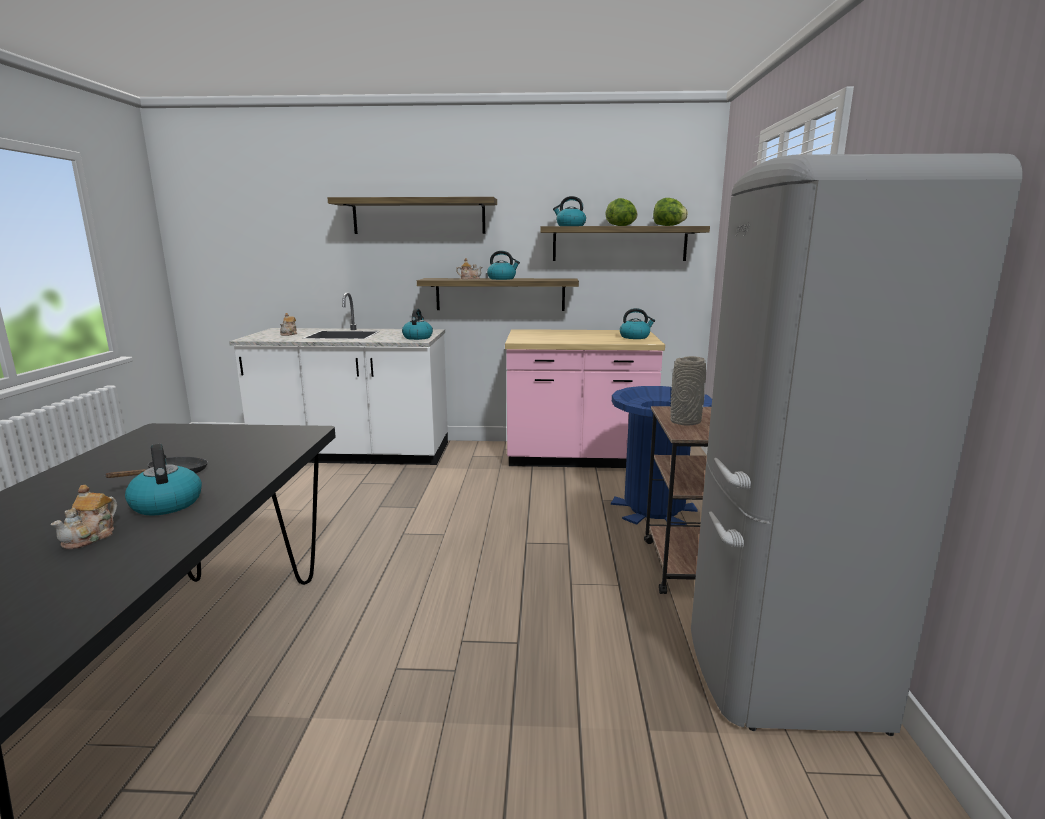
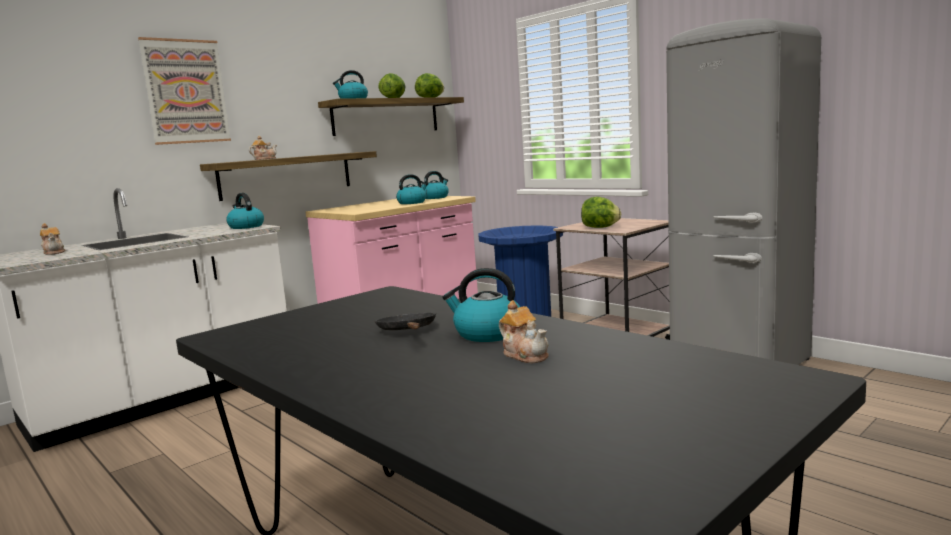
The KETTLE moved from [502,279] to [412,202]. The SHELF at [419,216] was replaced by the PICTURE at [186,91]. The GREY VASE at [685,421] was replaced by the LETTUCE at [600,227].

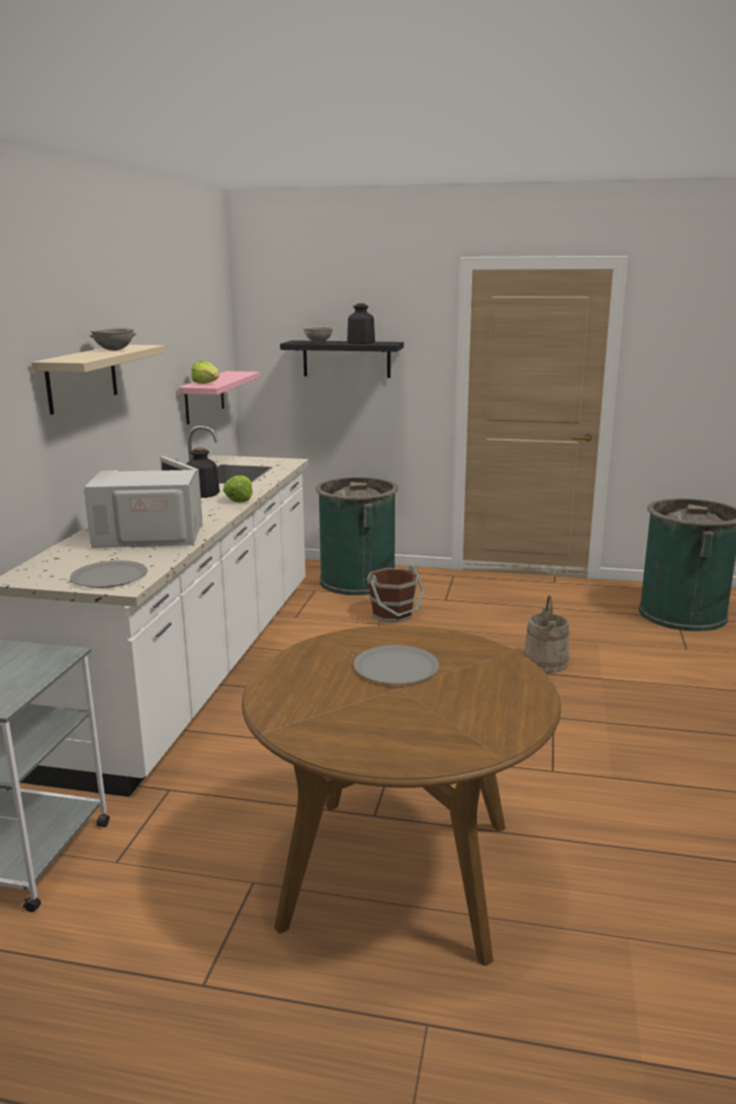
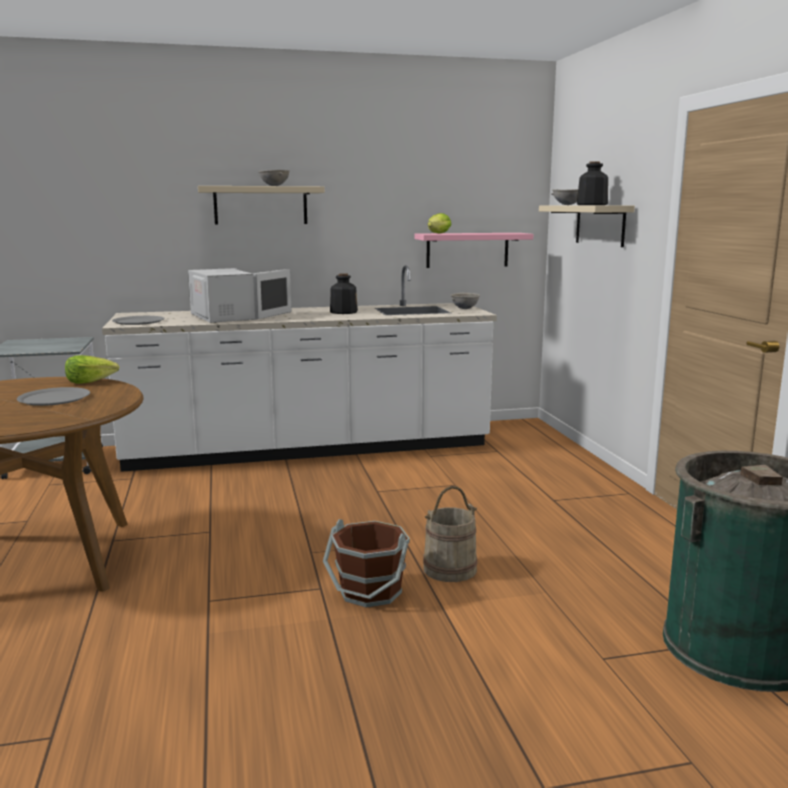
The GREEN TRASH CAN at [357,581] disappeared. The GREY BOWL at [465,309] appeared. The LETTUCE moved from [240,499] to [90,382]. The BROWN BUCKET moved from [393,614] to [370,592]. The BLACK SHELF at [346,359] became the BEIGE SHELF at [600,225].

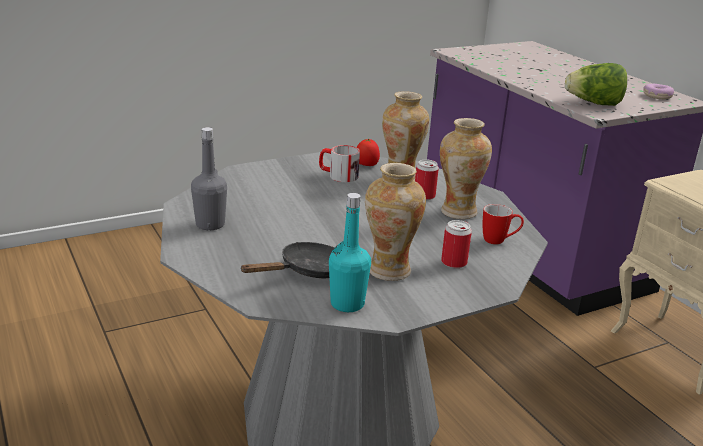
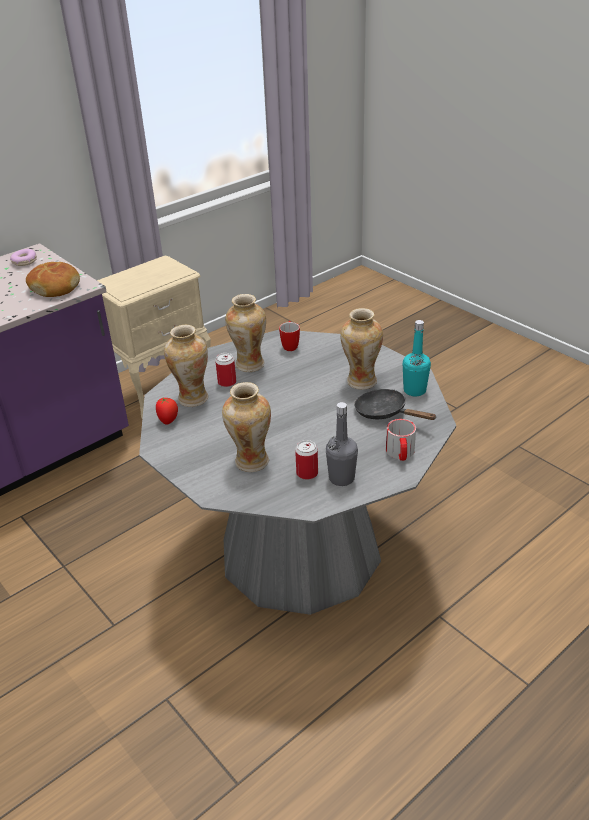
The VASE at [250,462] appeared. The MUG moved from [338,175] to [400,453]. The CAN moved from [454,263] to [307,473]. The LETTUCE at [594,103] was replaced by the BREAD at [55,287].

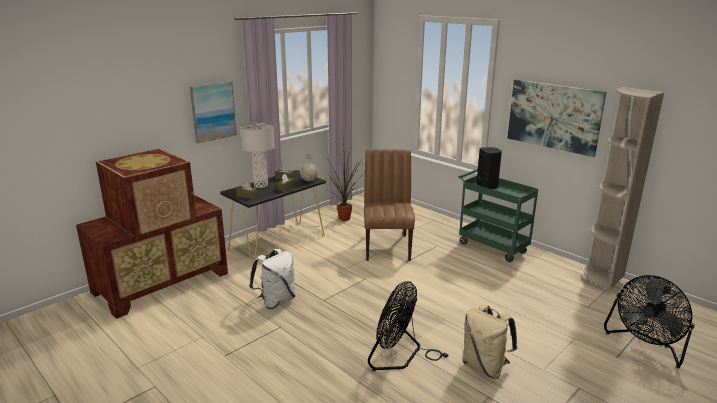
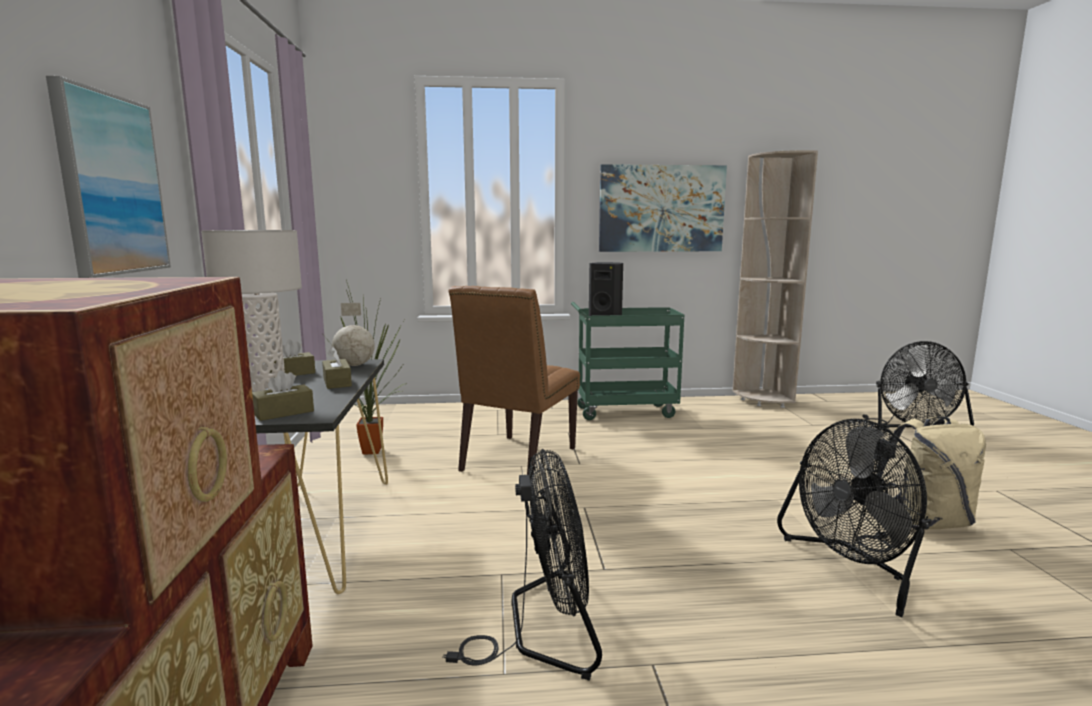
The WHITE BACKPACK at [276,301] was replaced by the BLACK FAN at [540,626]. The BROWN CHAIR at [387,248] turned 105 degrees counterclockwise.

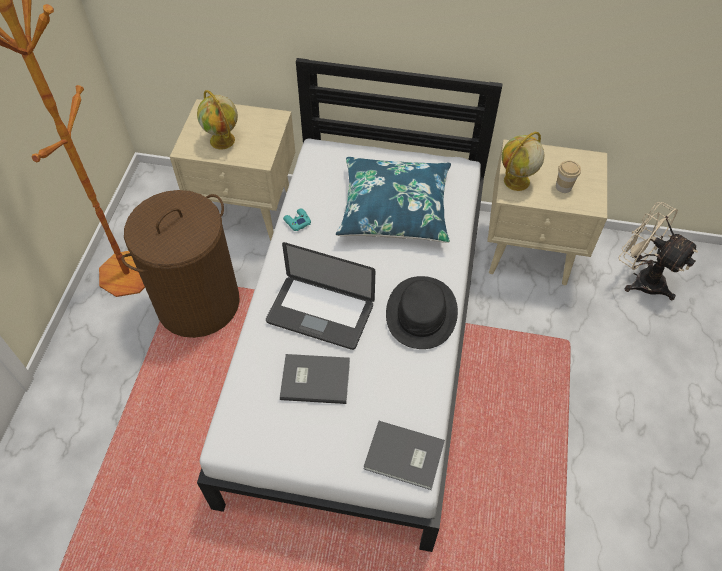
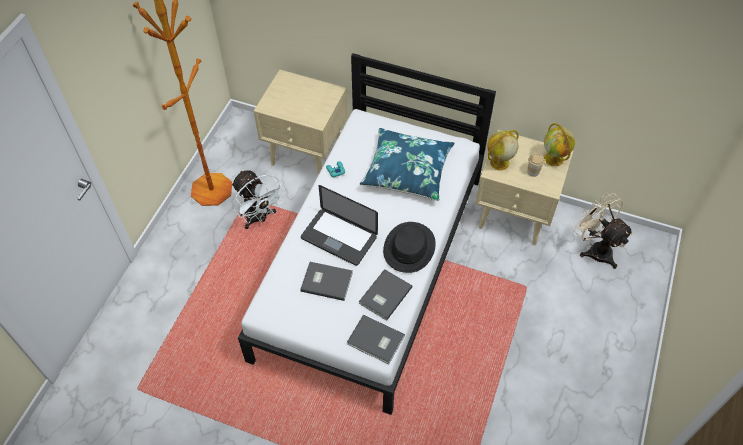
The GREY BOOK at [384,295] appeared. The GLOBE moved from [223,141] to [554,159]. The BROWN LAUNDRY BASKET at [198,302] was replaced by the WHITE FAN at [259,218].

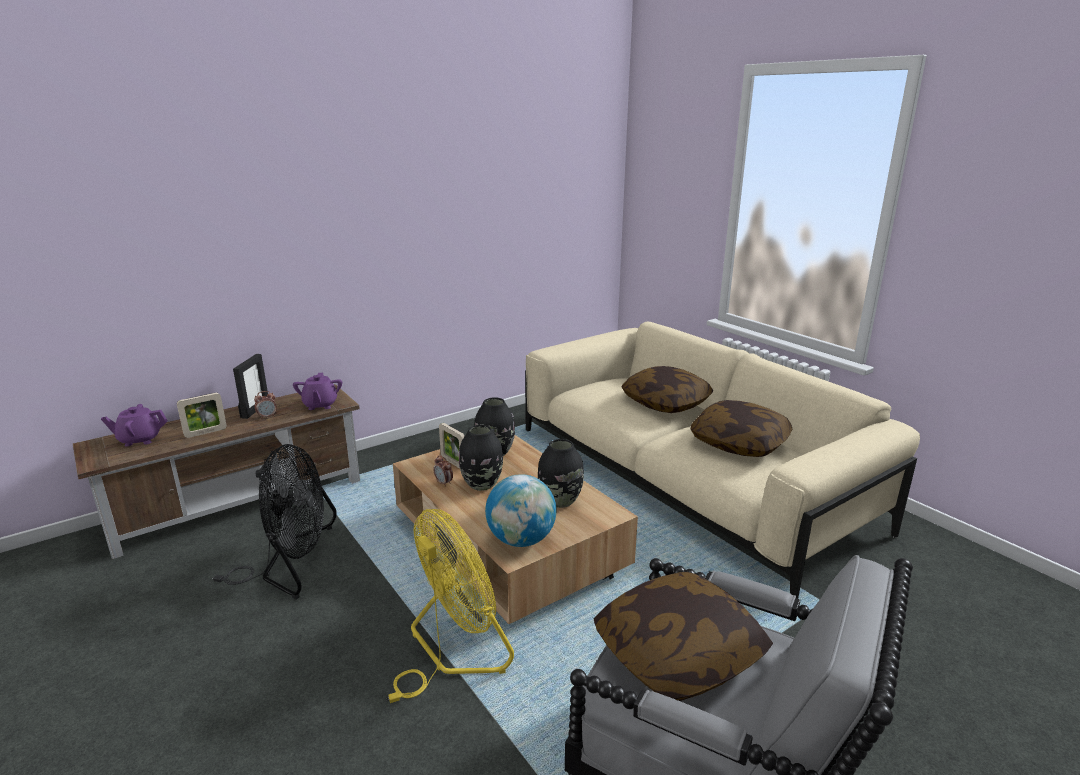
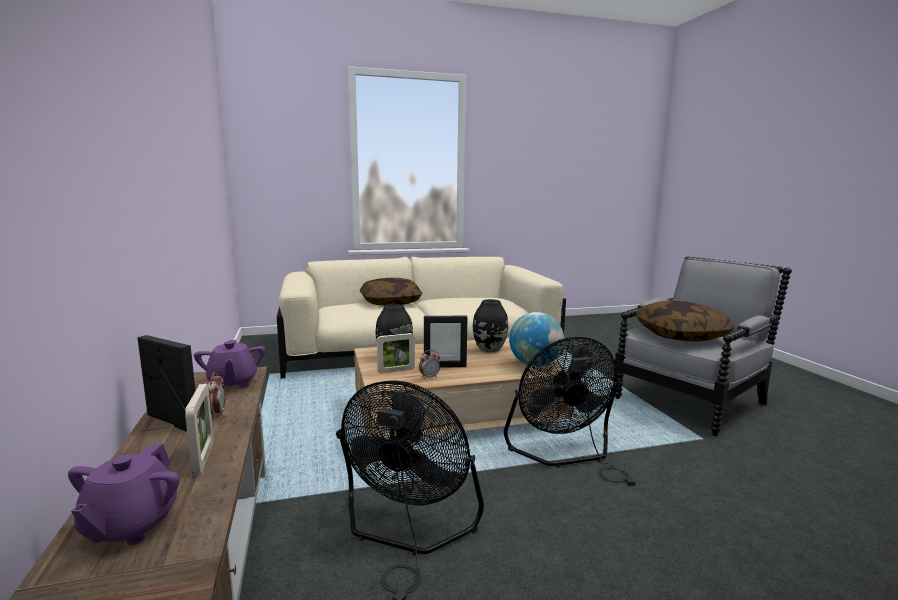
The PILLOW at [739,443] disappeared. The BLACK VASE at [482,484] was replaced by the PICTURE FRAME at [445,366]. The YELLOW FAN at [447,646] became the BLACK FAN at [573,454]. The PURPLE TEAPOT at [320,405] turned 60 degrees clockwise.

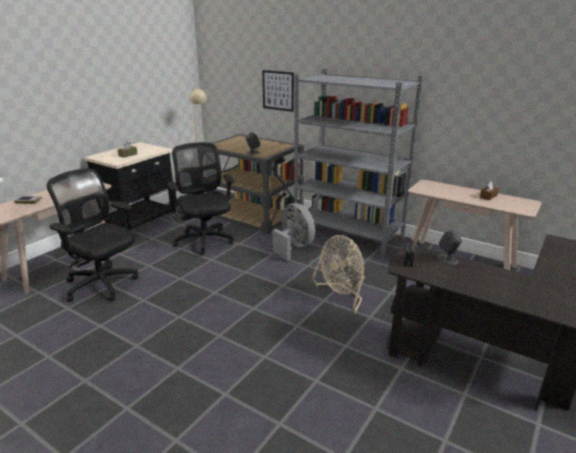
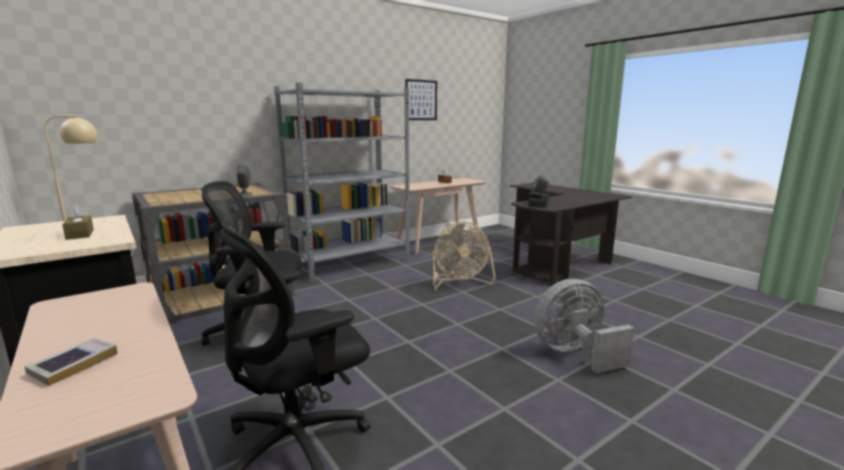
The PICTURE moved from [278,90] to [421,100]. The GREY FAN moved from [293,247] to [574,353].

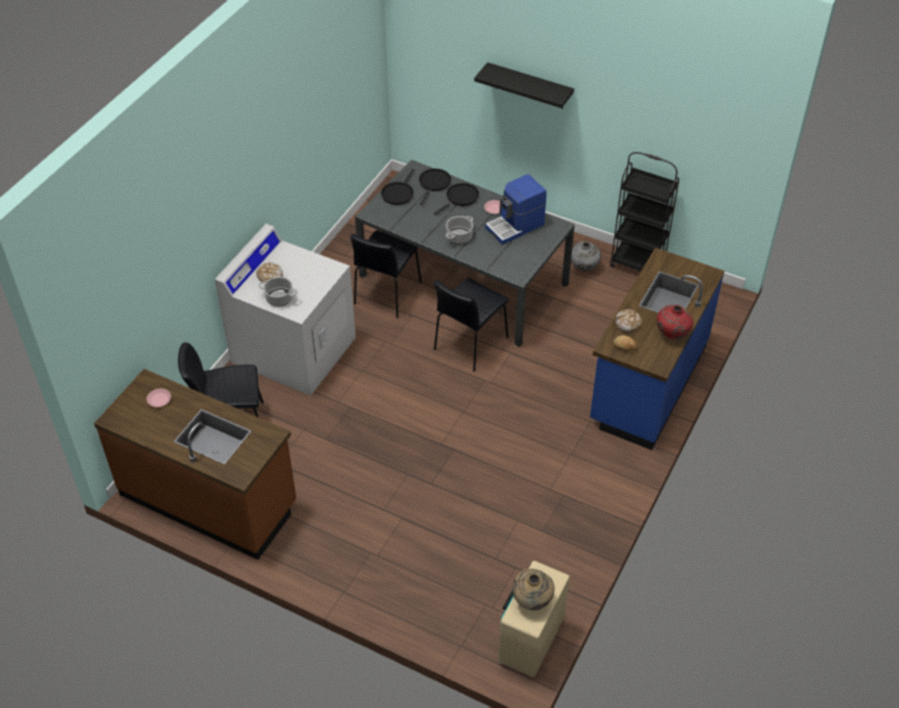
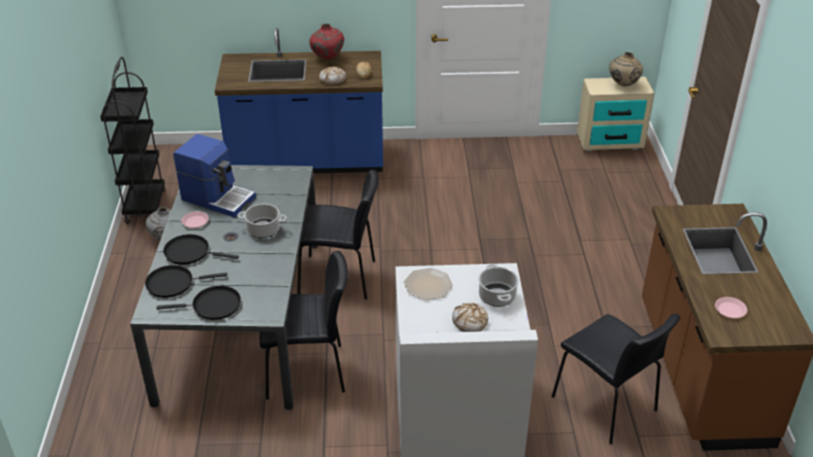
The BLACK SHELF at [529,86] disappeared. The PLATE at [428,285] appeared.

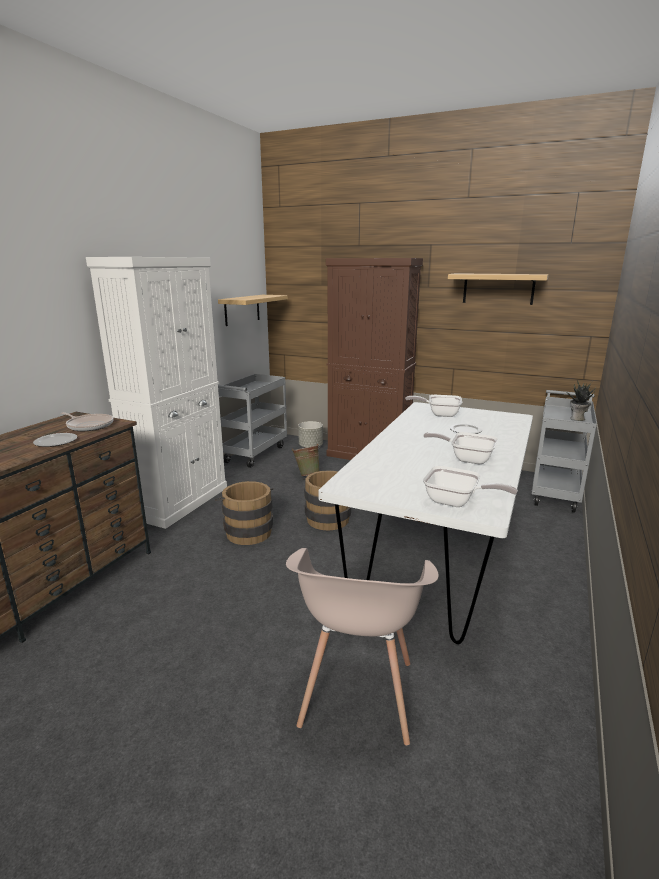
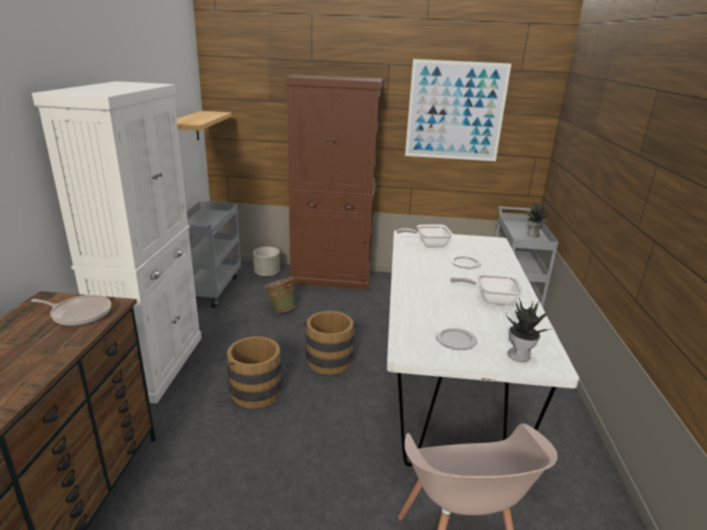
The PLATE moved from [55,441] to [455,340]. The FRYING PAN at [456,502] was replaced by the POTTED PLANT at [519,355]. The SHELF at [498,288] was replaced by the PICTURE at [455,111].

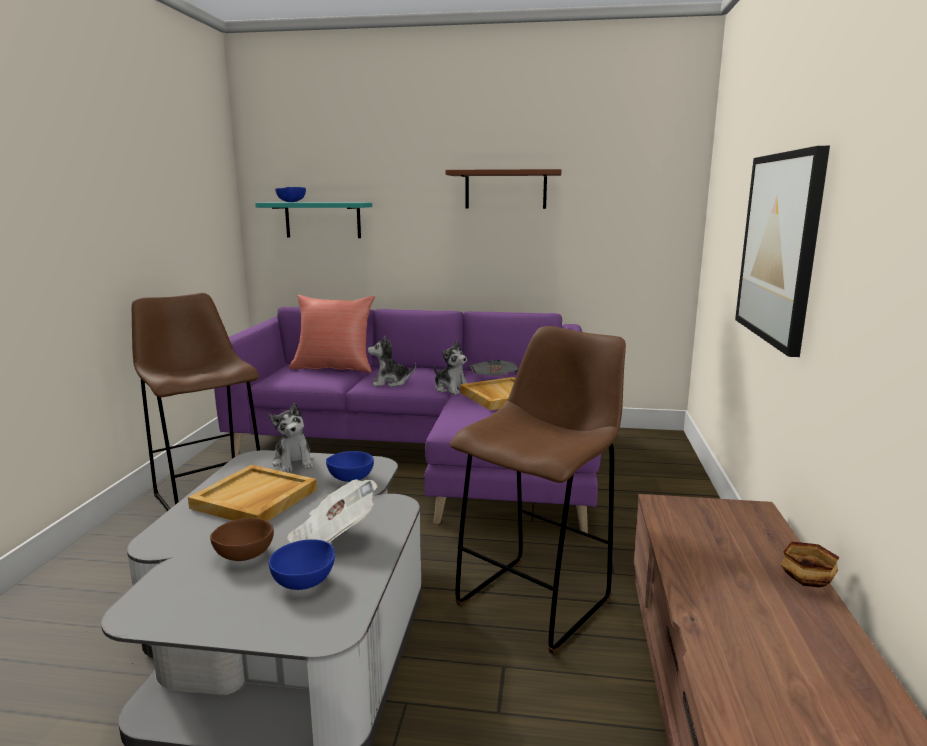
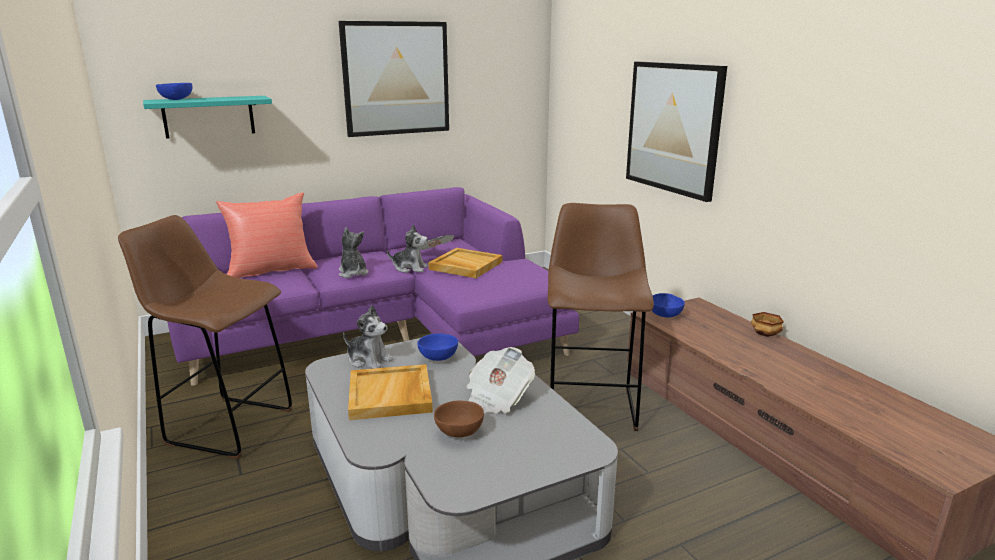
The BLUE BOWL moved from [306,582] to [665,315]. The BROWN SHELF at [505,190] was replaced by the PICTURE at [396,78]. The PLUSH TOY at [390,383] turned 105 degrees clockwise.

